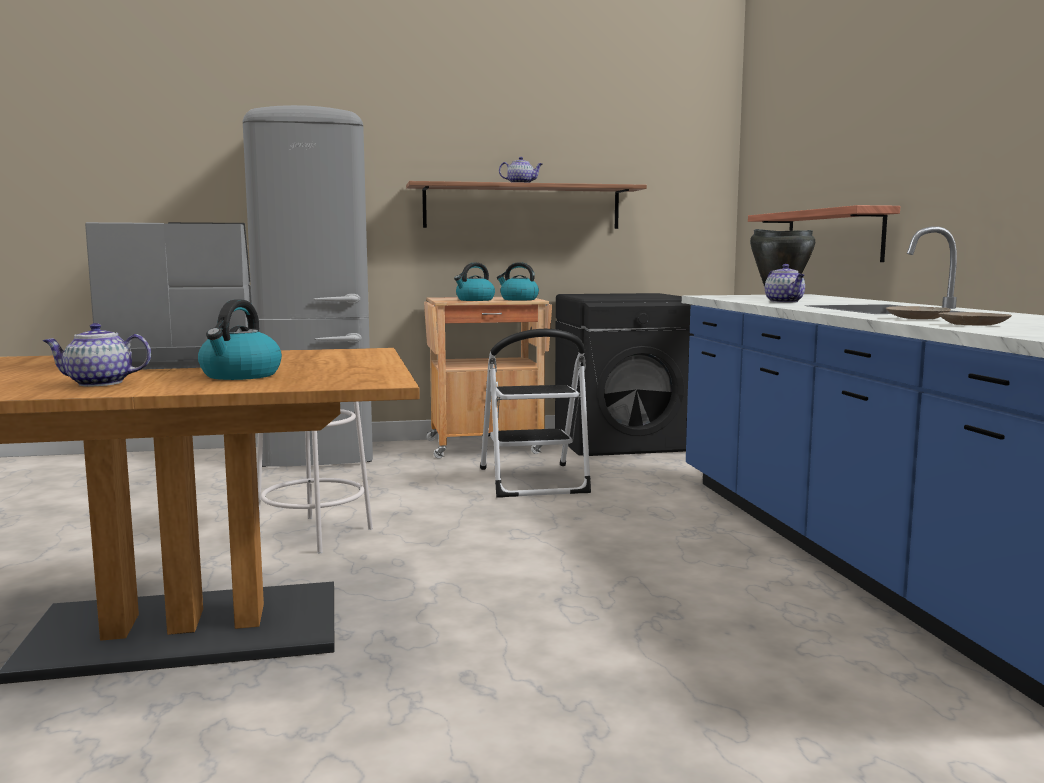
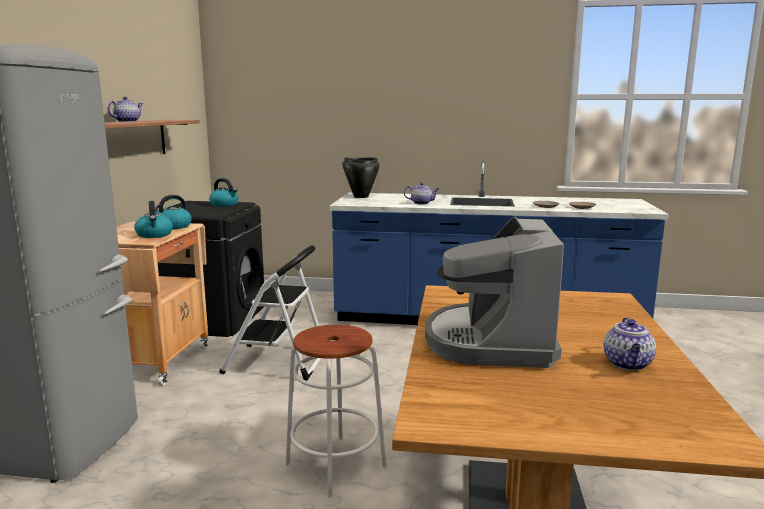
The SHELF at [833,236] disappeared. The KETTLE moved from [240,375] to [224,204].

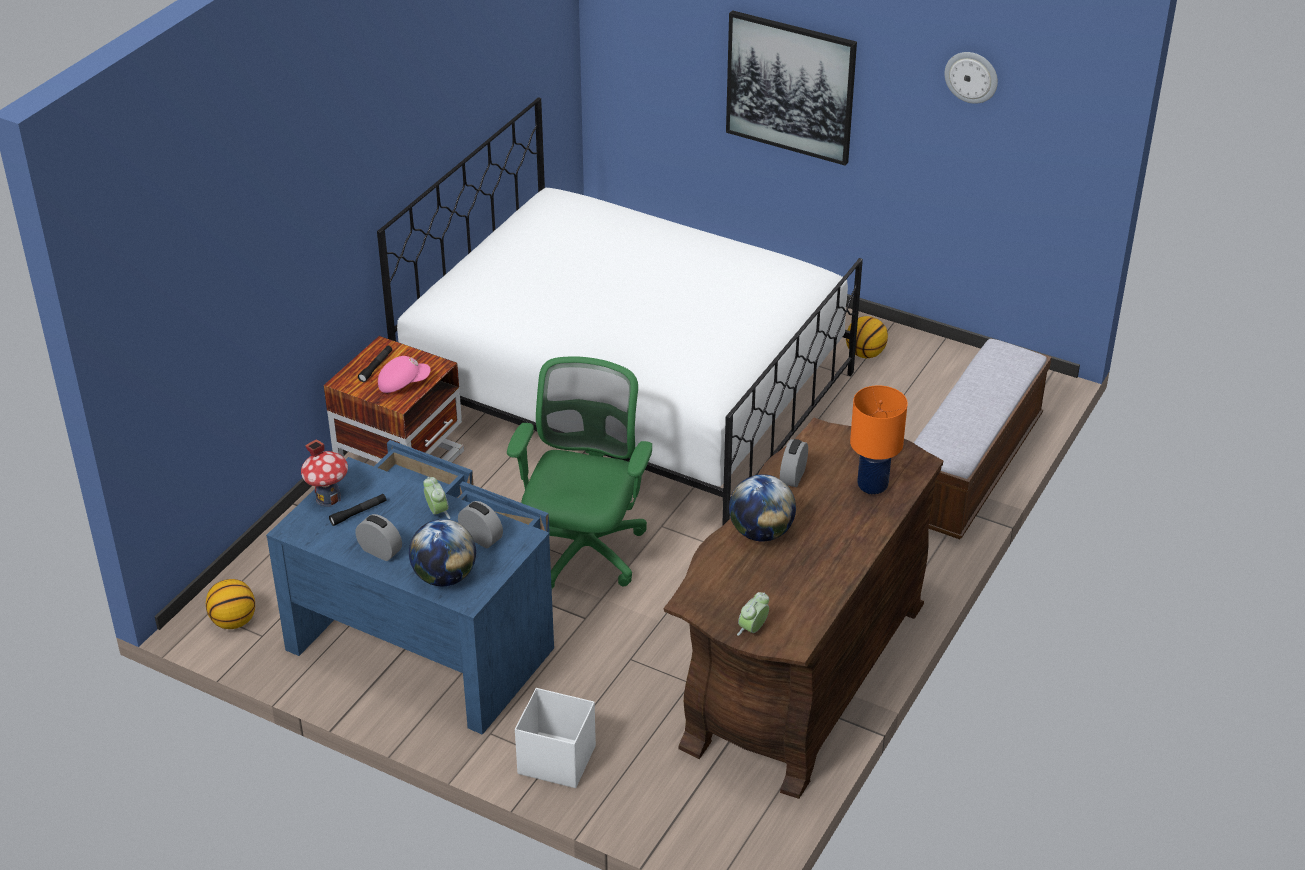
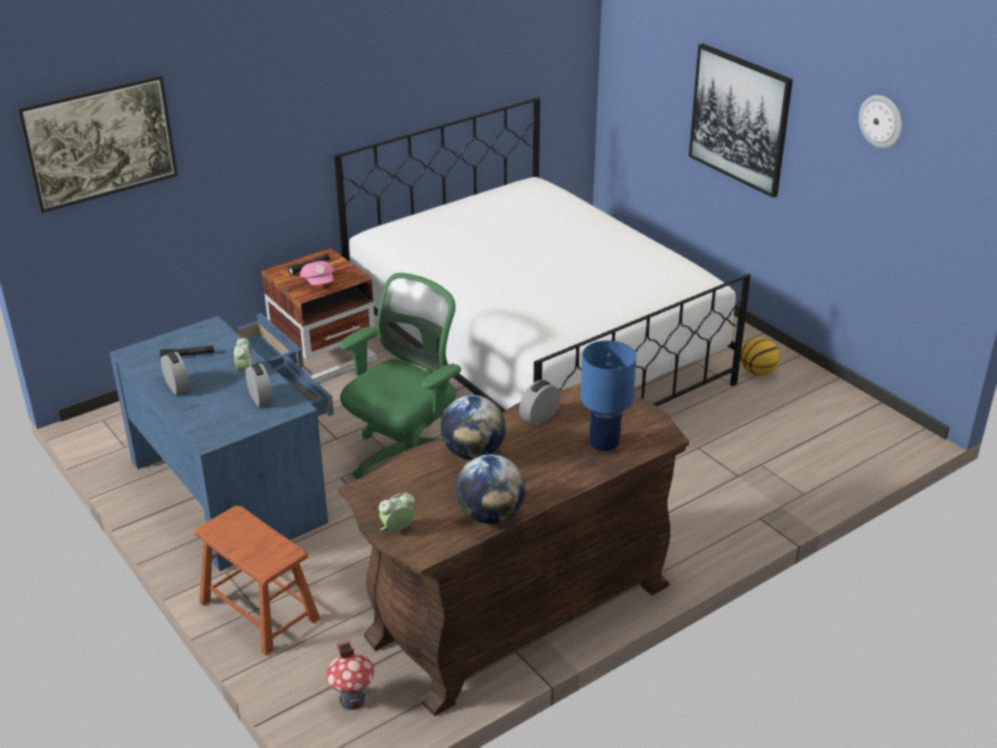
The BASKETBALL at [233,621] disappeared. The BENCH at [971,470] disappeared. The PICTURE at [105,168] appeared. The TOY HOUSE moved from [328,498] to [352,700]. The GLOBE moved from [444,577] to [490,515]. The WHITE STORAGE BOX at [556,759] was replaced by the BROWN STOOL at [259,610]. The ORANGE TABLE LAMP at [872,487] became the BLUE TABLE LAMP at [604,444]. The PINK CAP at [403,383] turned 60 degrees clockwise.

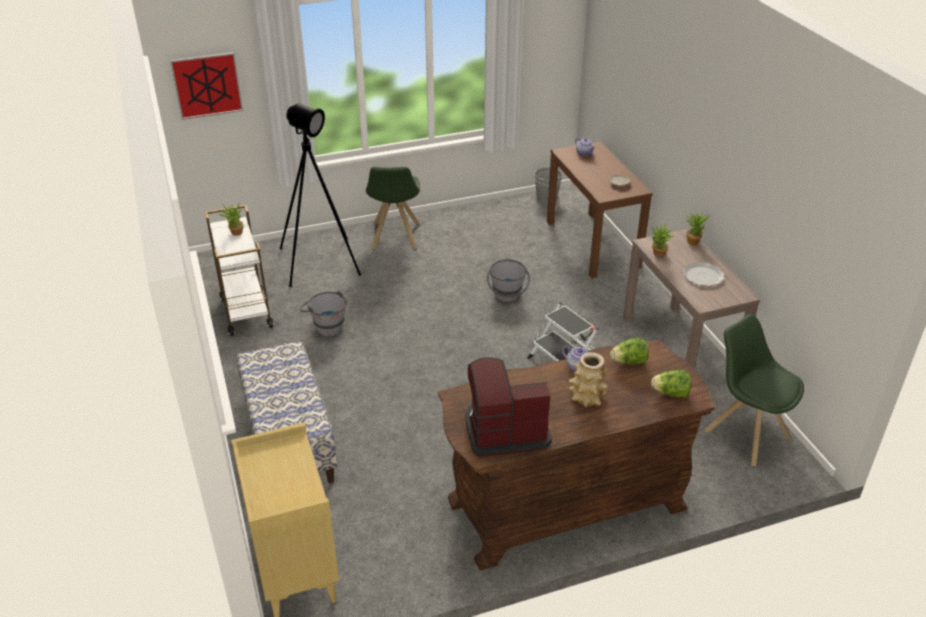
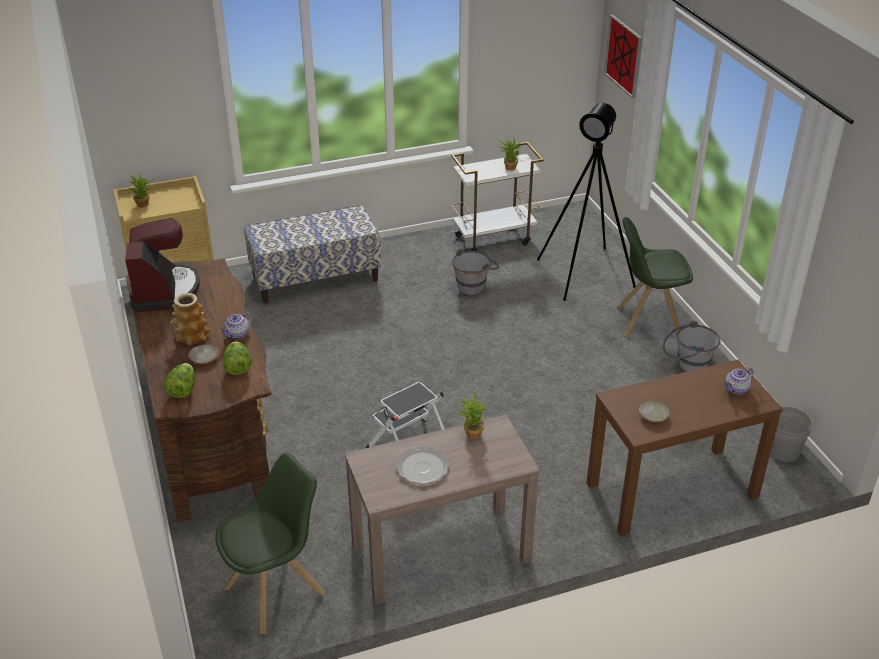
The BEIGE PLATE at [204,358] appeared. The GREY BUCKET moved from [507,298] to [686,365]. The POTTED PLANT moved from [693,241] to [144,205].

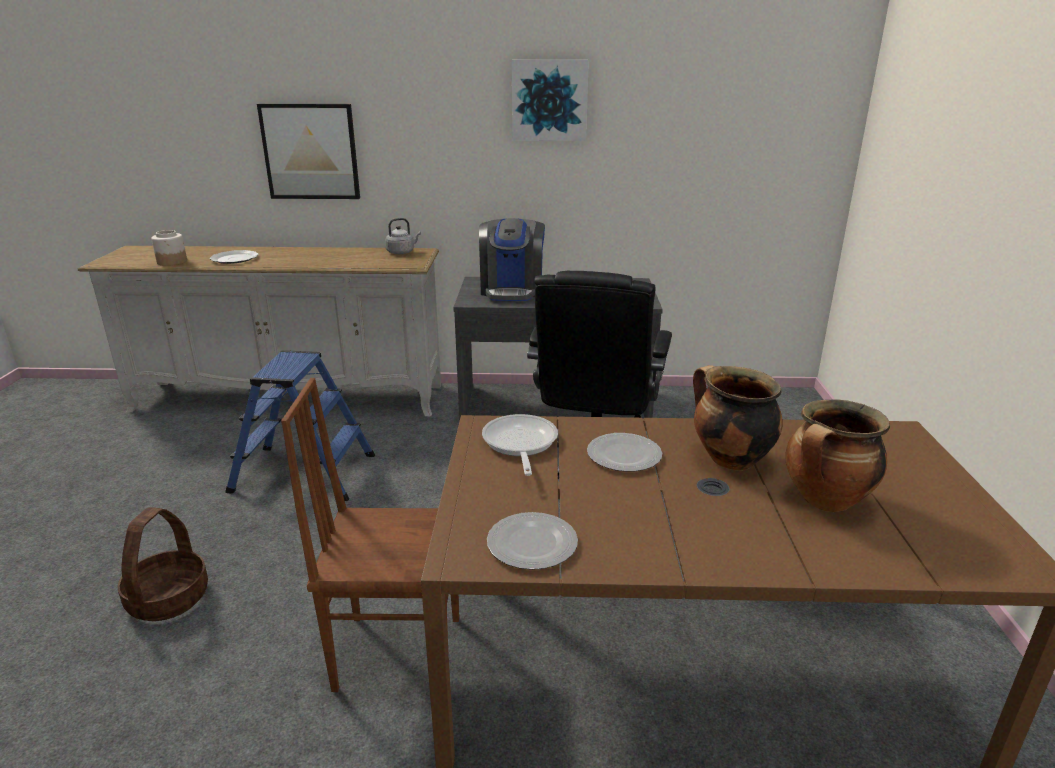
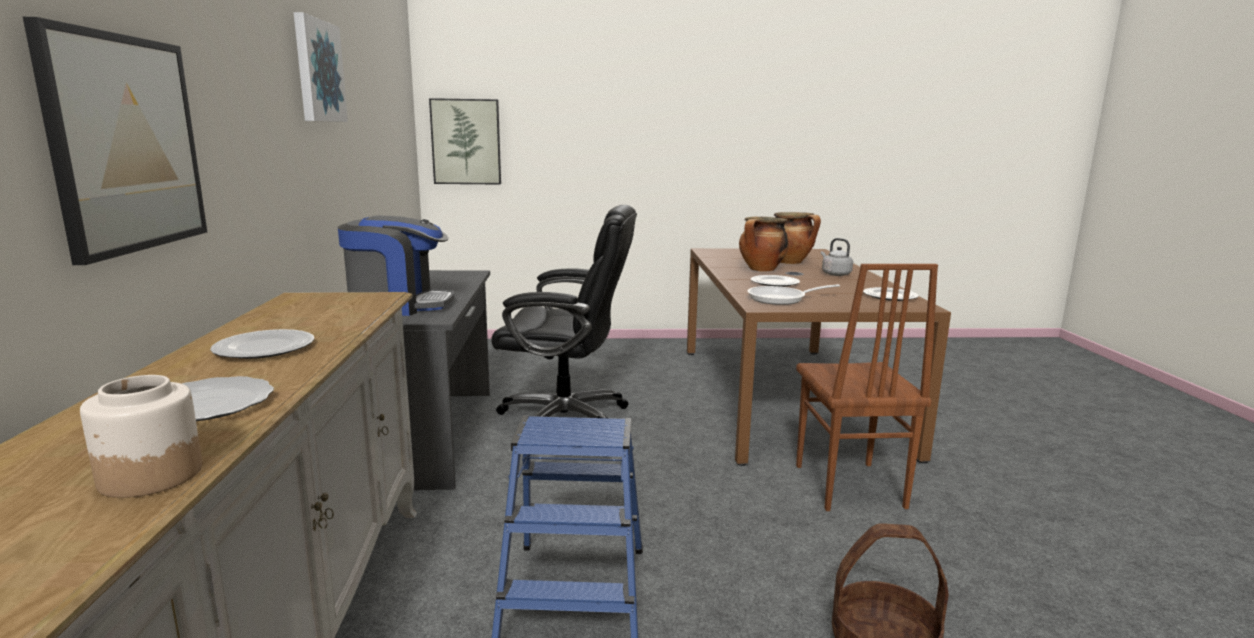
The PLATE at [266,348] appeared. The PICTURE at [466,142] appeared. The GREY KETTLE moved from [402,252] to [835,274].

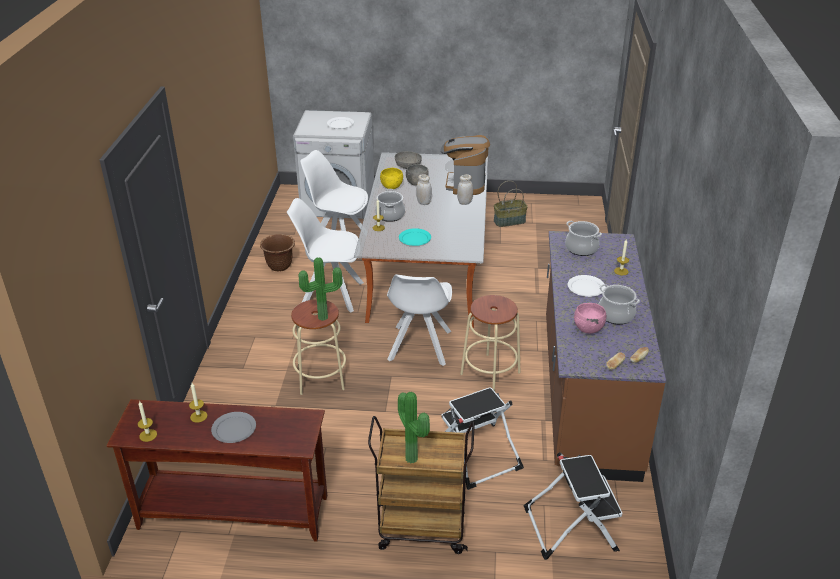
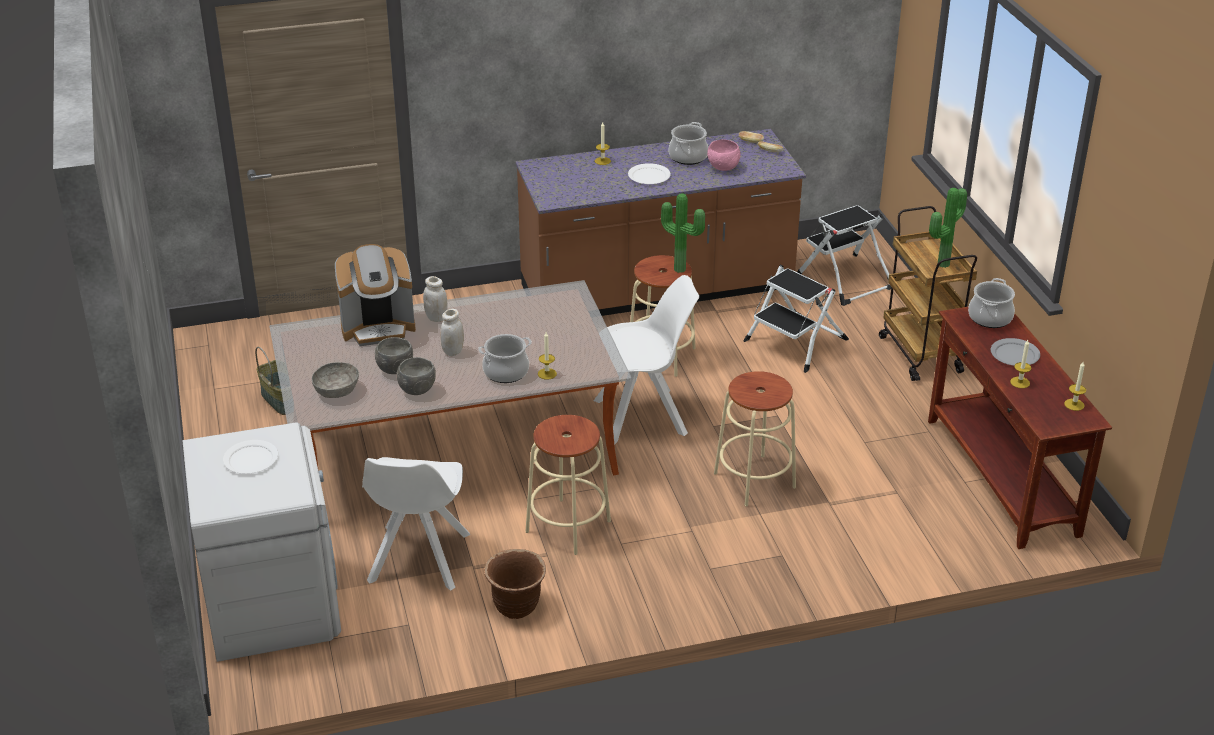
The TURQUOISE PLATE at [414,239] disappeared. The POTTED PLANT moved from [324,318] to [681,268]. The COOKING POT moved from [581,248] to [989,318]. The WHITE CHAIR at [330,294] was replaced by the BEIGE STOOL at [568,526]. The YELLOW BOWL at [392,187] became the GREY BOWL at [417,390].

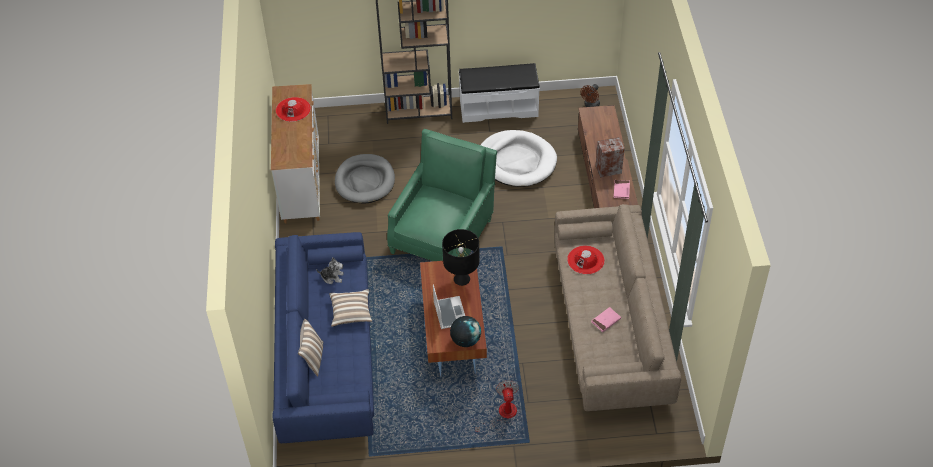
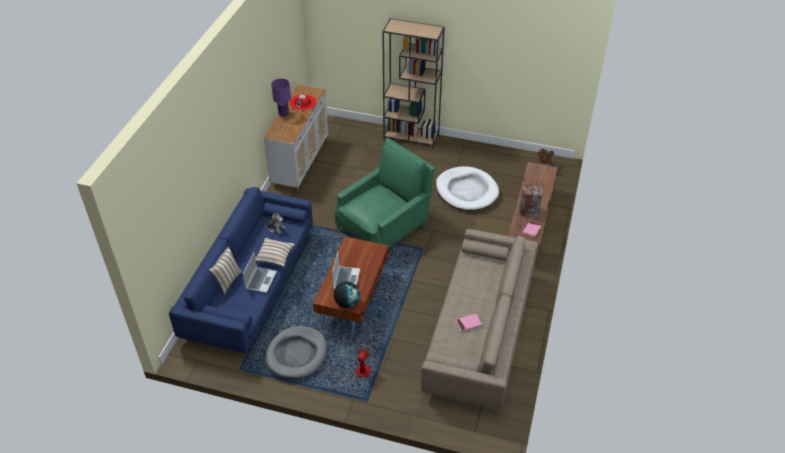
The BLACK TABLE LAMP at [462,280] disappeared. The WHITE BENCH at [498,107] disappeared. The RED HAT at [585,260] disappeared. The LAPTOP at [260,280] appeared. The PURPLE TABLE LAMP at [284,114] appeared. The GREY DOG BED moved from [365,181] to [297,354].

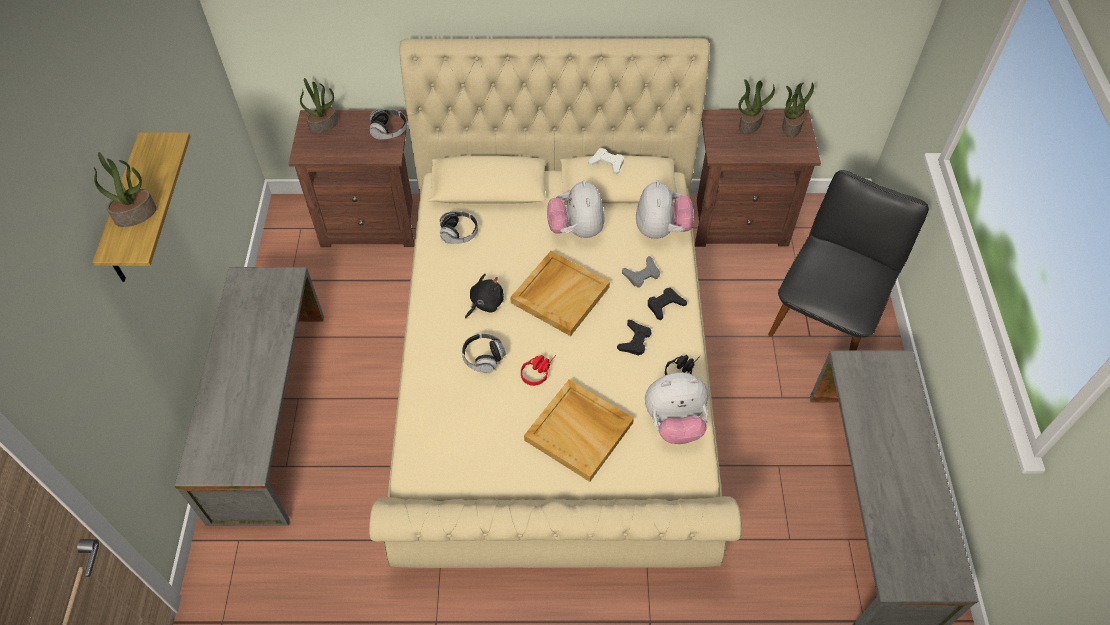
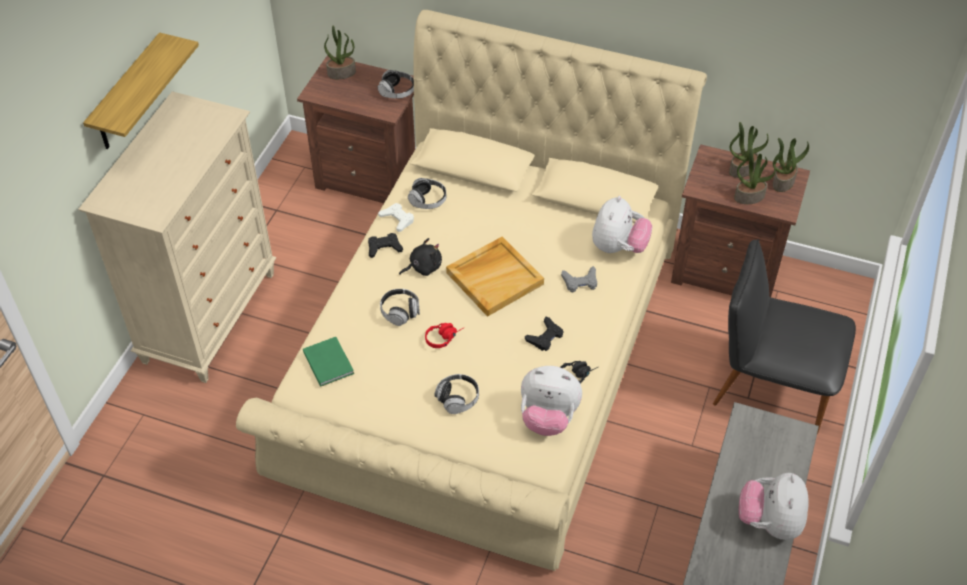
The GREEN BOOK at [328,361] appeared. The POTTED PLANT moved from [136,214] to [749,196]. The PLUSH TOY moved from [576,230] to [769,522]. The WHITE GAME CONTROLLER moved from [607,163] to [397,219]. The BLACK GAME CONTROLLER moved from [665,305] to [384,248]. The GREY BENCH at [267,411] was replaced by the BEIGE DRESSER at [210,316]. The BEIGE TRAY at [580,431] was replaced by the HEADPHONES at [458,399]. The BLACK CHAIR at [825,317] turned 120 degrees counterclockwise.

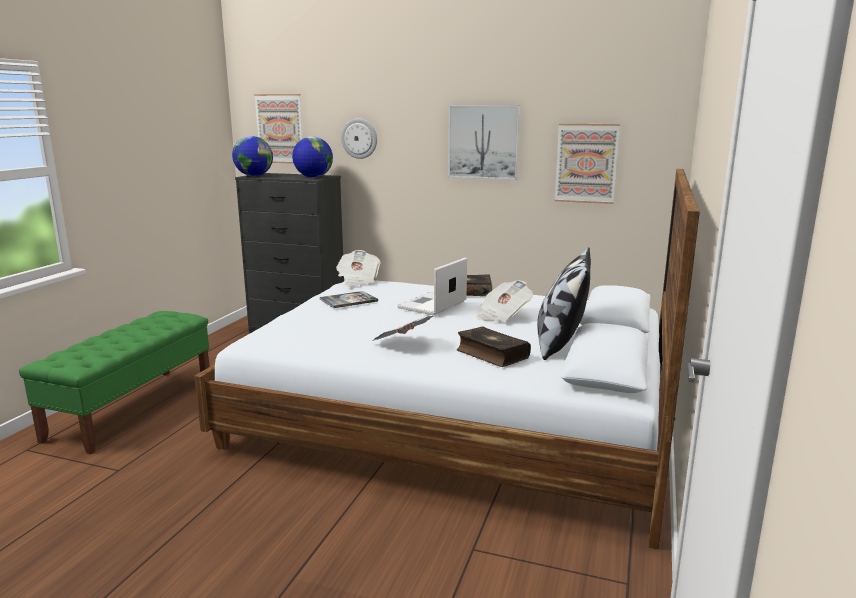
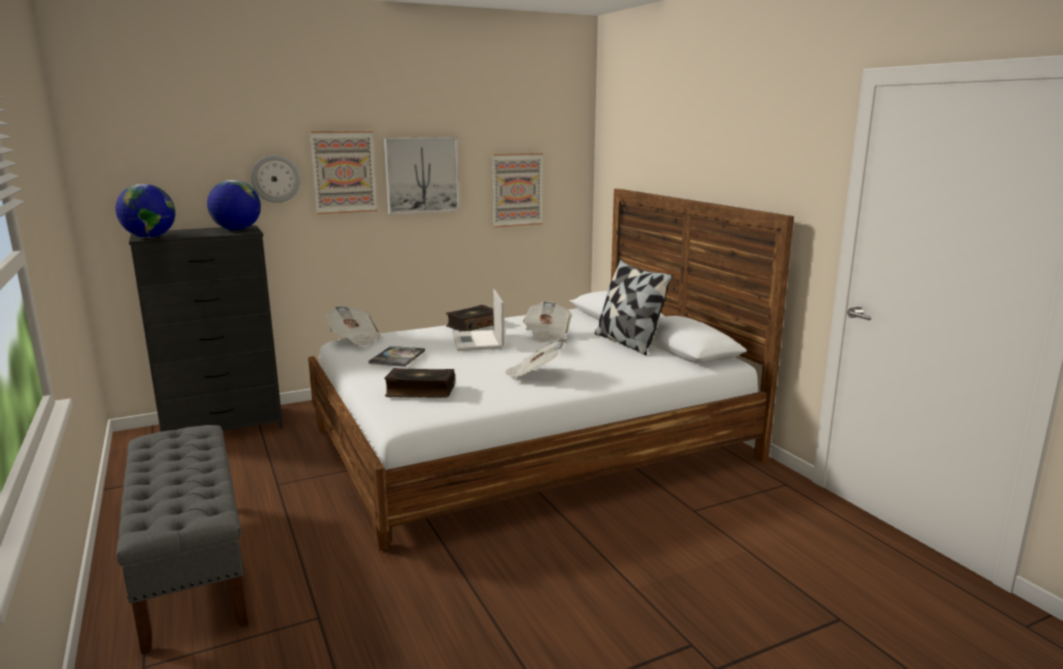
The PICTURE moved from [280,128] to [344,172]. The BOOK moved from [491,354] to [420,391]. The GREEN BENCH at [133,408] became the GREY BENCH at [191,567].

